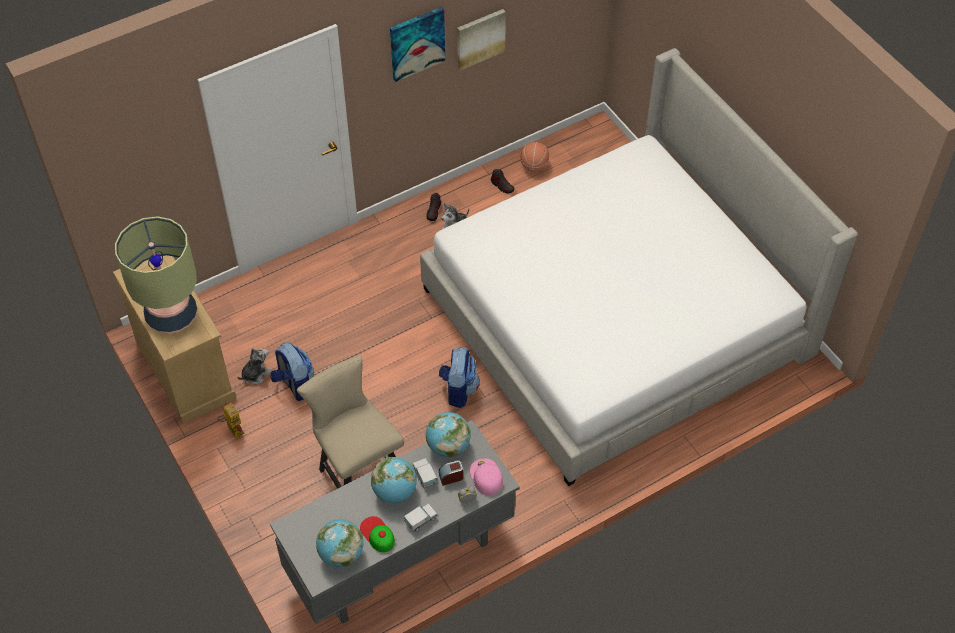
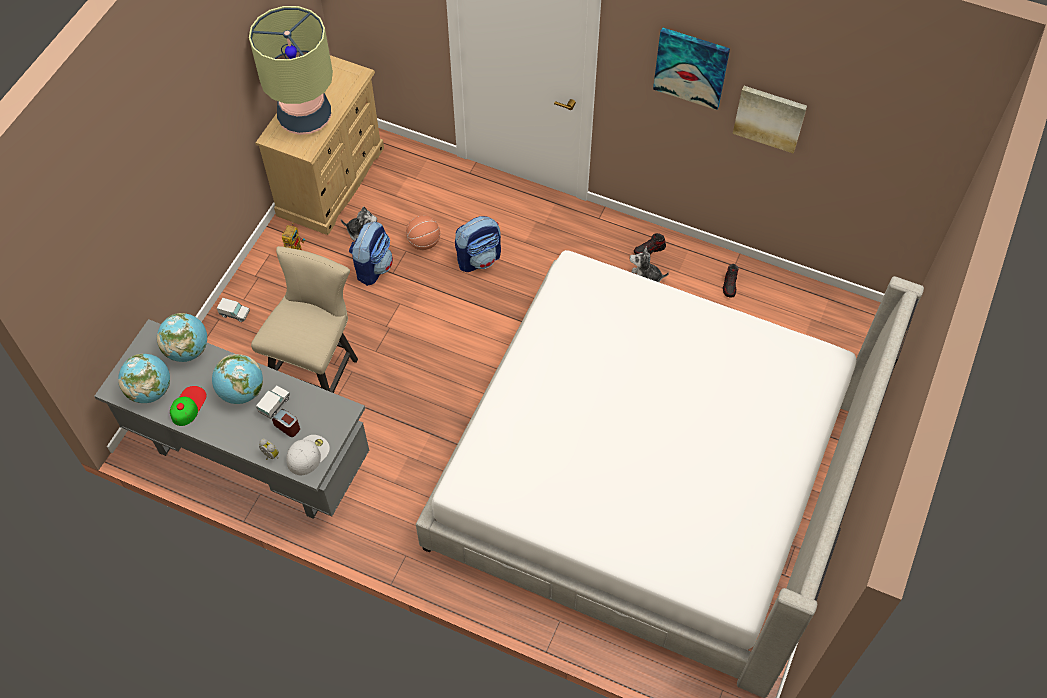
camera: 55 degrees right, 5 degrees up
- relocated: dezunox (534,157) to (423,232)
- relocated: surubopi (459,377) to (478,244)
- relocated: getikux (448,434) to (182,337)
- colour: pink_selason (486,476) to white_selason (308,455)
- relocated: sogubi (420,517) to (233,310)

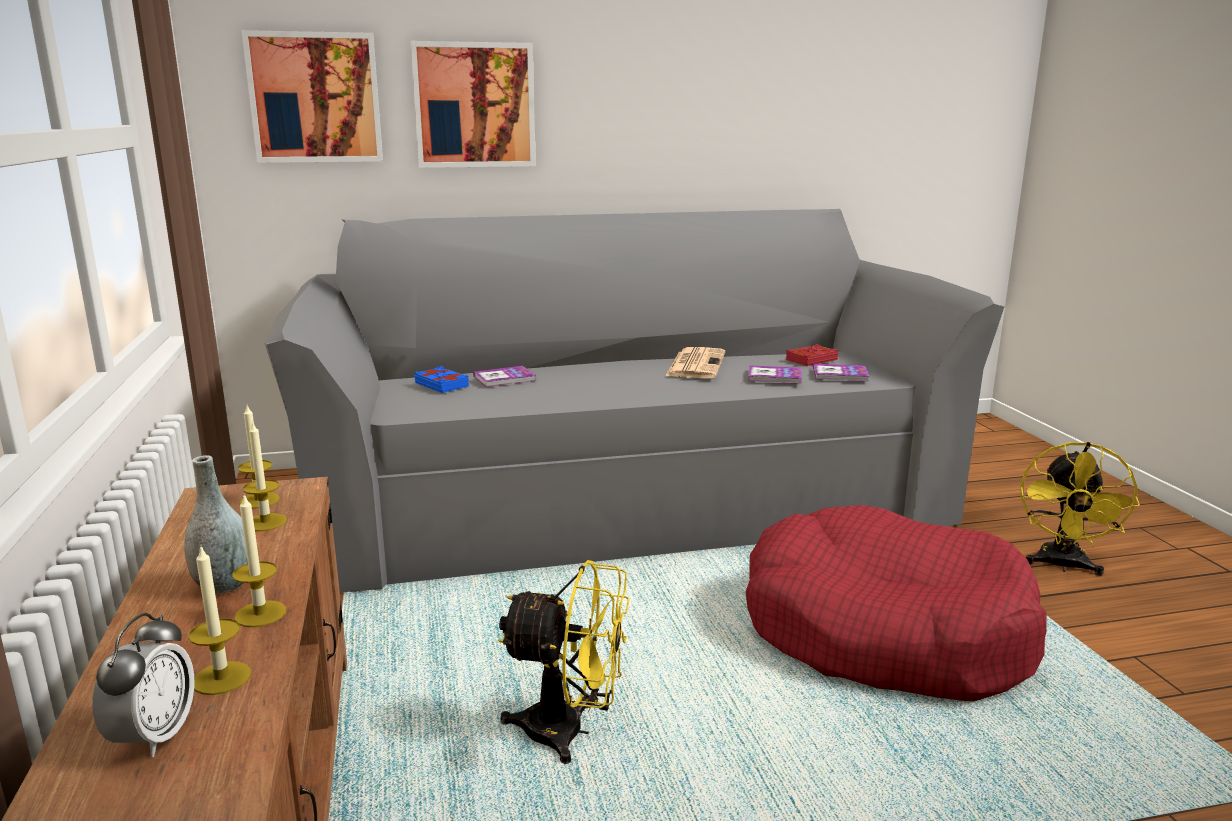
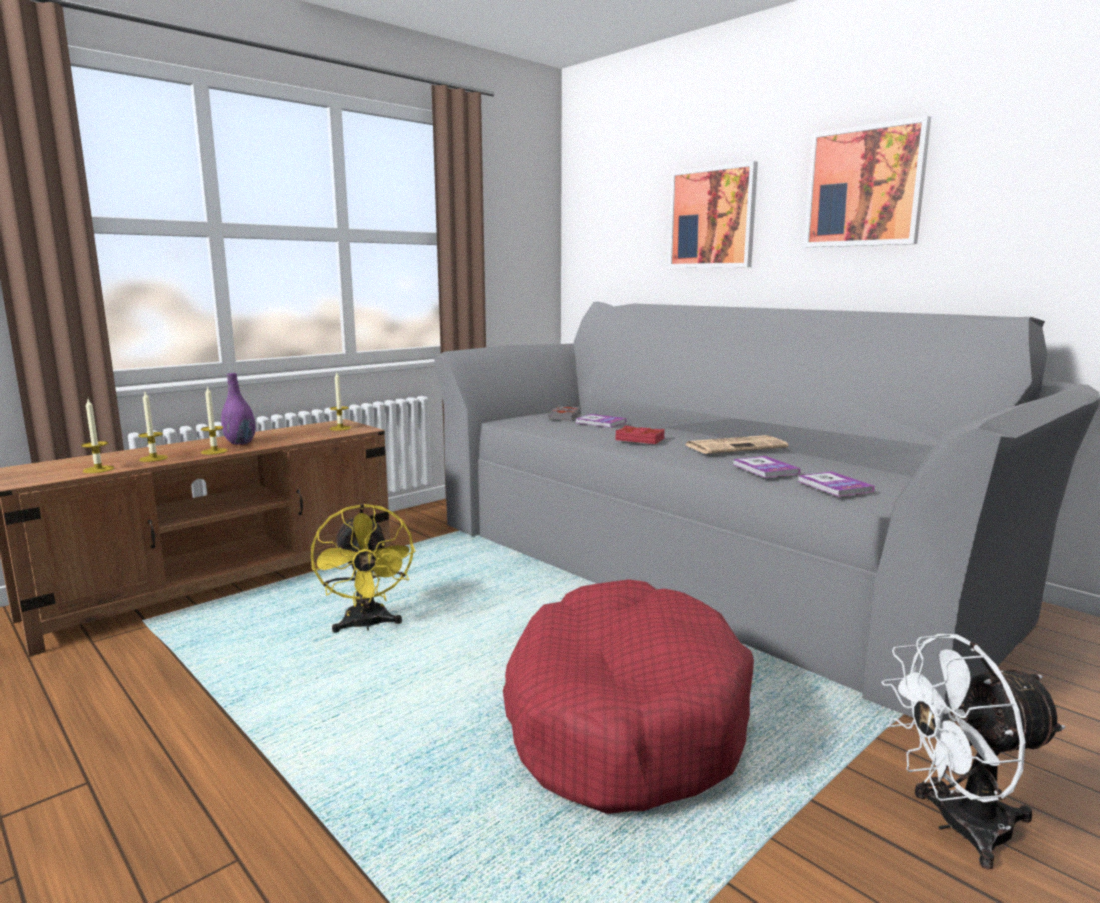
camera: 60 degrees right, 5 degrees down
- relocated: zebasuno (312,96) to (867,181)
- relocated: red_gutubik (812,355) to (640,434)
- colour: blue_gutubik (441,379) to grey_gutubik (565,413)
- relocated: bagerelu (265,476) to (97,436)
- colour: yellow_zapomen (1080,509) to white_zapomen (973,752)
- colour: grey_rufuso (216,524) to purple_rufuso (238,409)
- missing: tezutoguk (143,685)

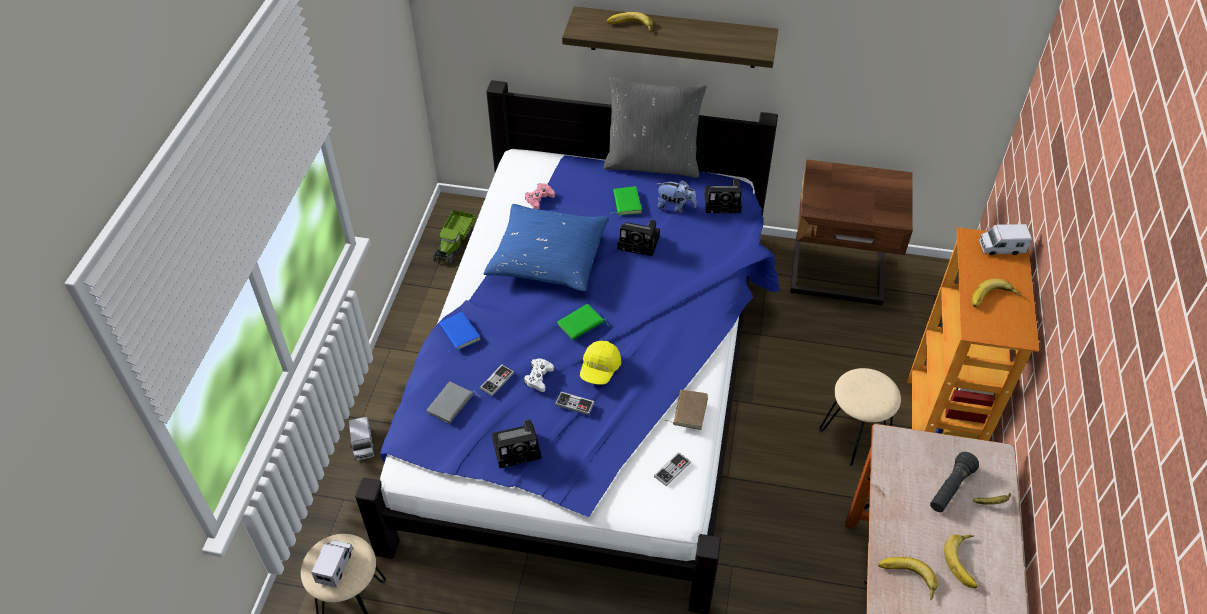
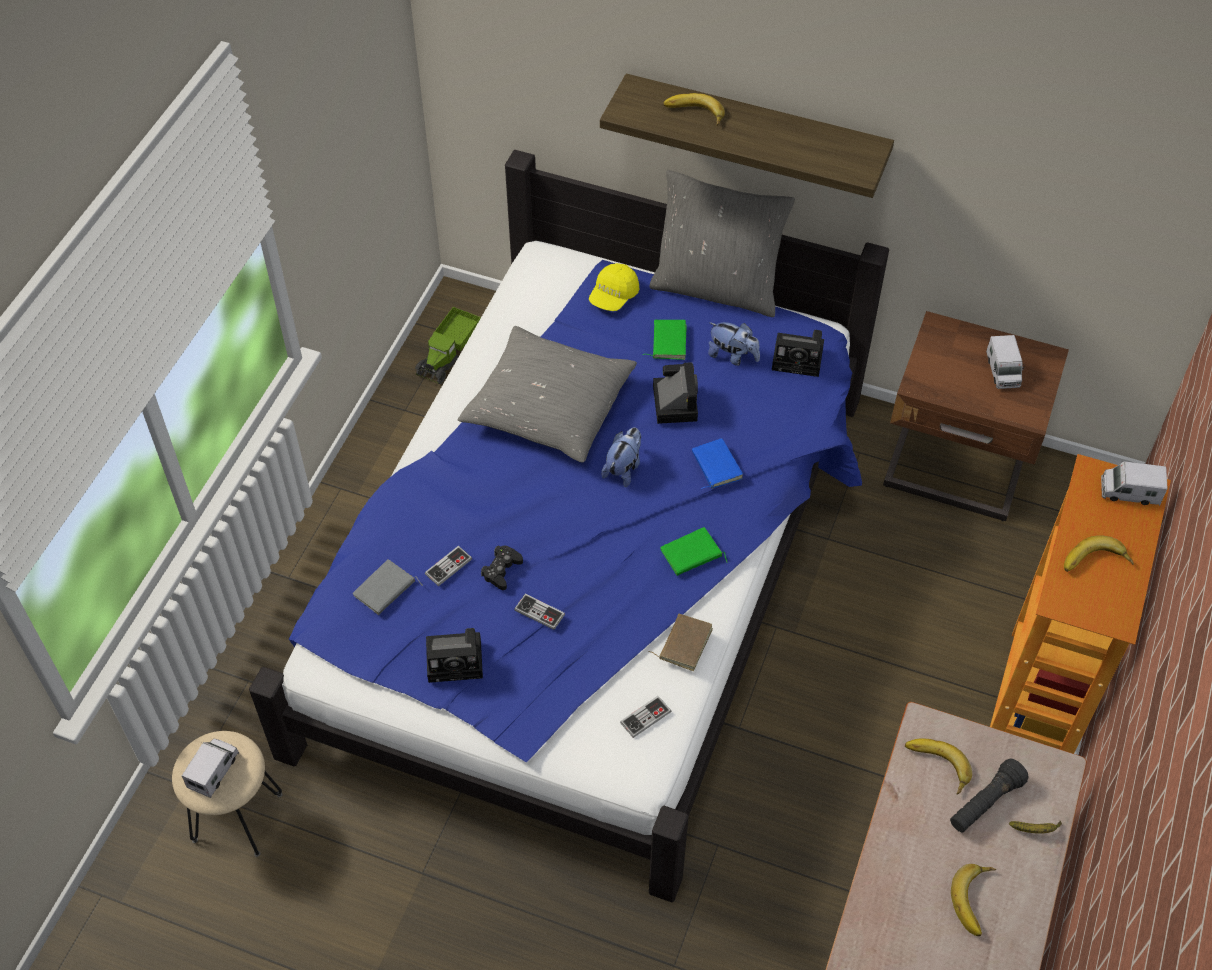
camera: 10 degrees right, 5 degrees up
- missing: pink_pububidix (540,196)
- colour: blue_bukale (546,247) to grey_bukale (547,394)
- spun: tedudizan (638,238) = (675,393) 120 degrees counterclockwise
- relocated: green_gutubik (583,322) to (694,551)
- relocated: blue_gutubik (459,332) to (717,463)
- relocated: yellow_selason (600,363) to (614,287)
- colour: white_pububidix (539,375) to black_pububidix (502,568)
- missing: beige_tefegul (860,417)
- relocated: sogubi (361,439) to (1005,362)
- relocated: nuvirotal (908,578) to (938,766)
- appeared: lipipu (621,457)

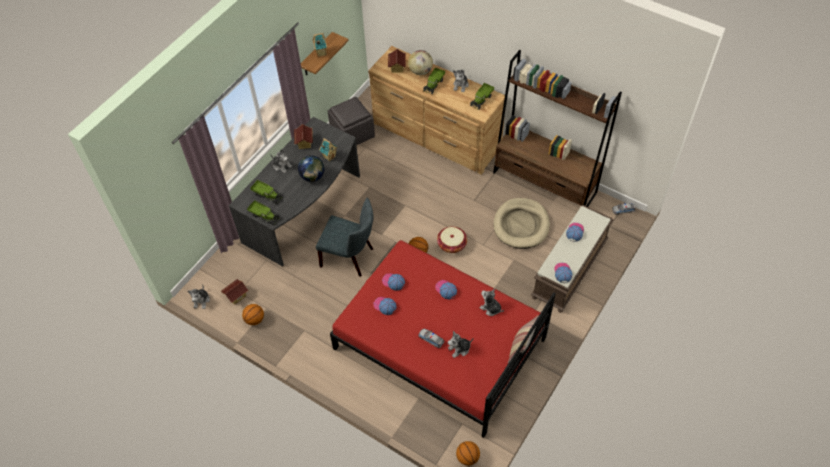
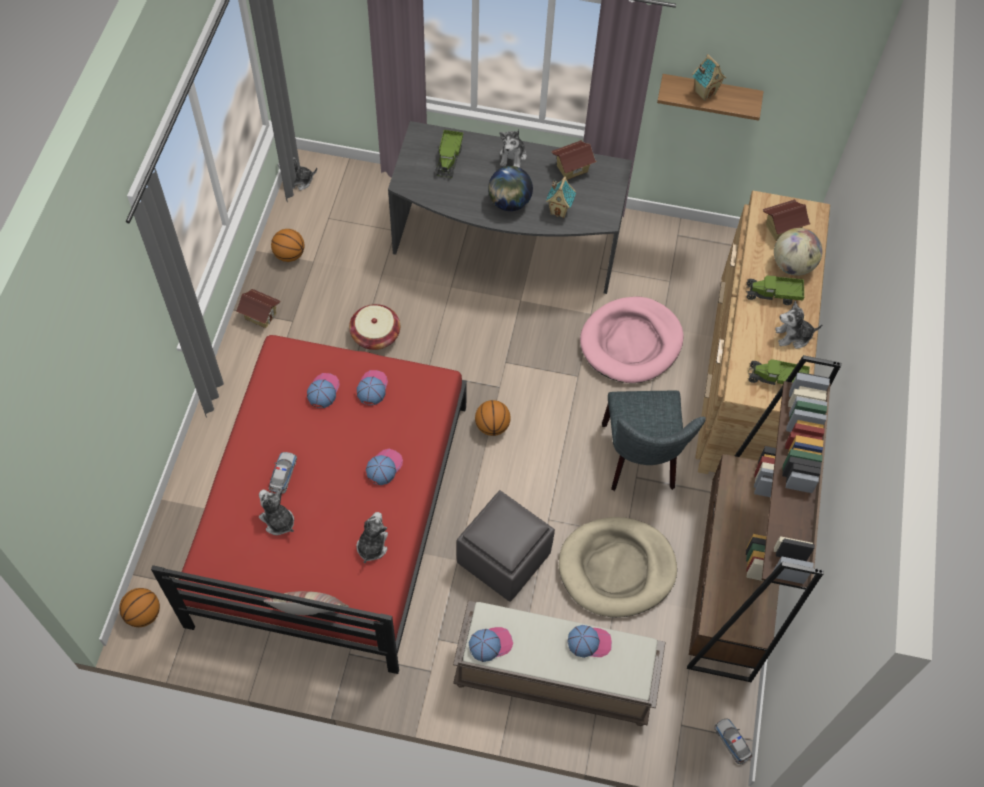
camera: 65 degrees right, 5 degrees up
- relocated: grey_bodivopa (351,121) to (505,546)
- relocated: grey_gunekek (344,237) to (654,441)
- missing: sogubi (263,212)
- relocated: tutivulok (452,239) to (374,327)
- relocated: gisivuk (234,292) to (258,308)
- appeared: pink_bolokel (632,340)

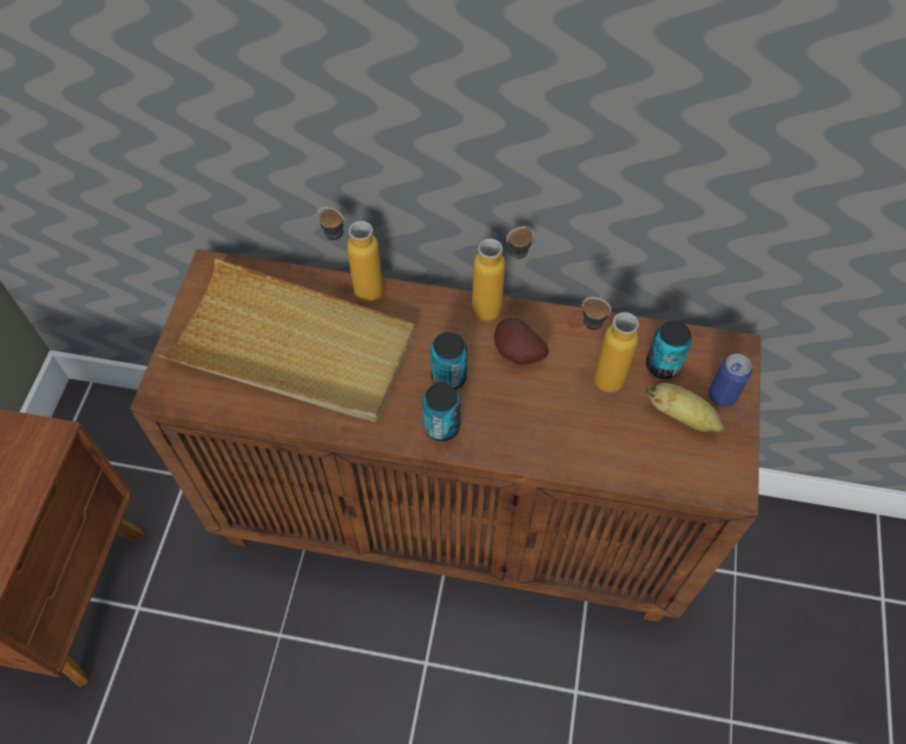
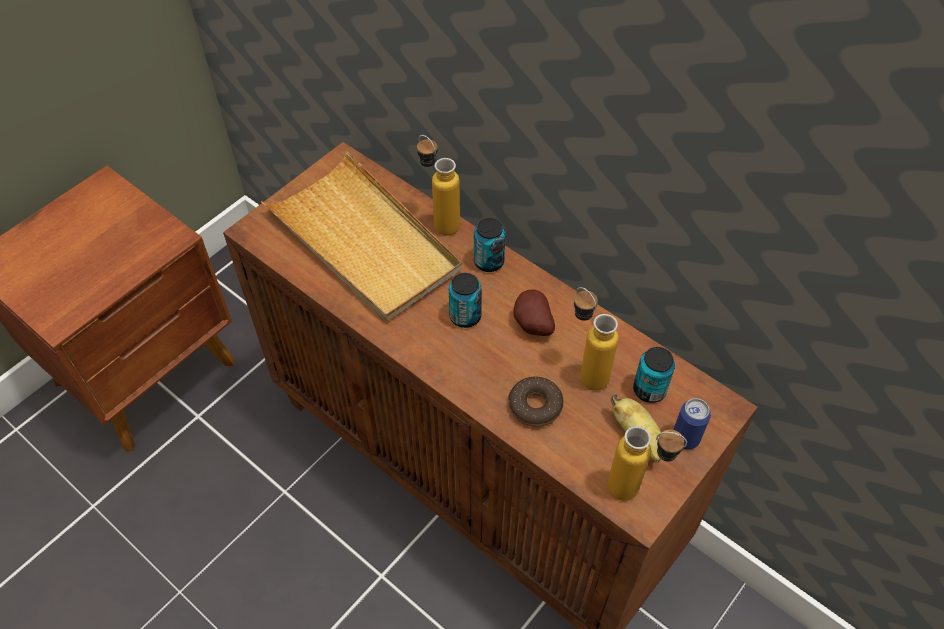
camera: 30 degrees right, 5 degrees down
- relocated: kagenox (503,273) to (647,463)
- relocated: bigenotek (441,412) to (490,245)
- appeared: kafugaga (536,402)

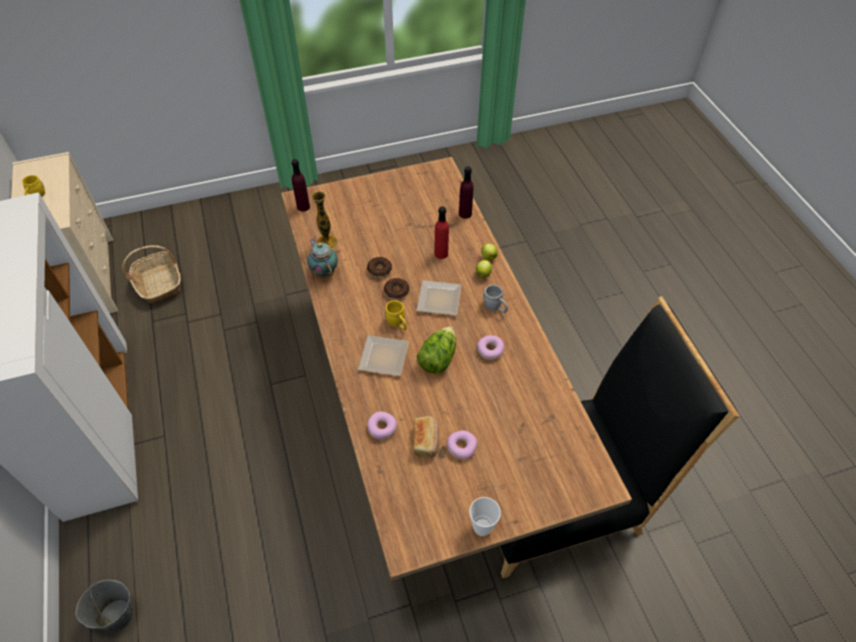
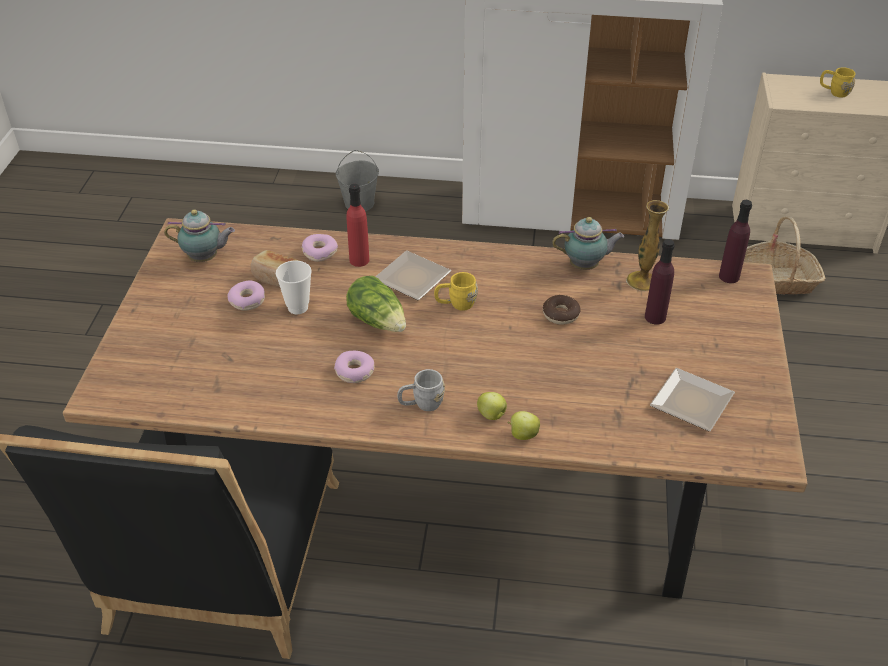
camera: 115 degrees right, 10 degrees down
- relocated: purple_kagenox (466,192) to (660,282)
- relocated: red_kagenox (442,232) to (357,225)
- missing: kafugaga (397,289)
- relocated: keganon (439,298) to (692,399)
- relocated: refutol (485,516) to (294,287)
- appeared: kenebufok (199,235)

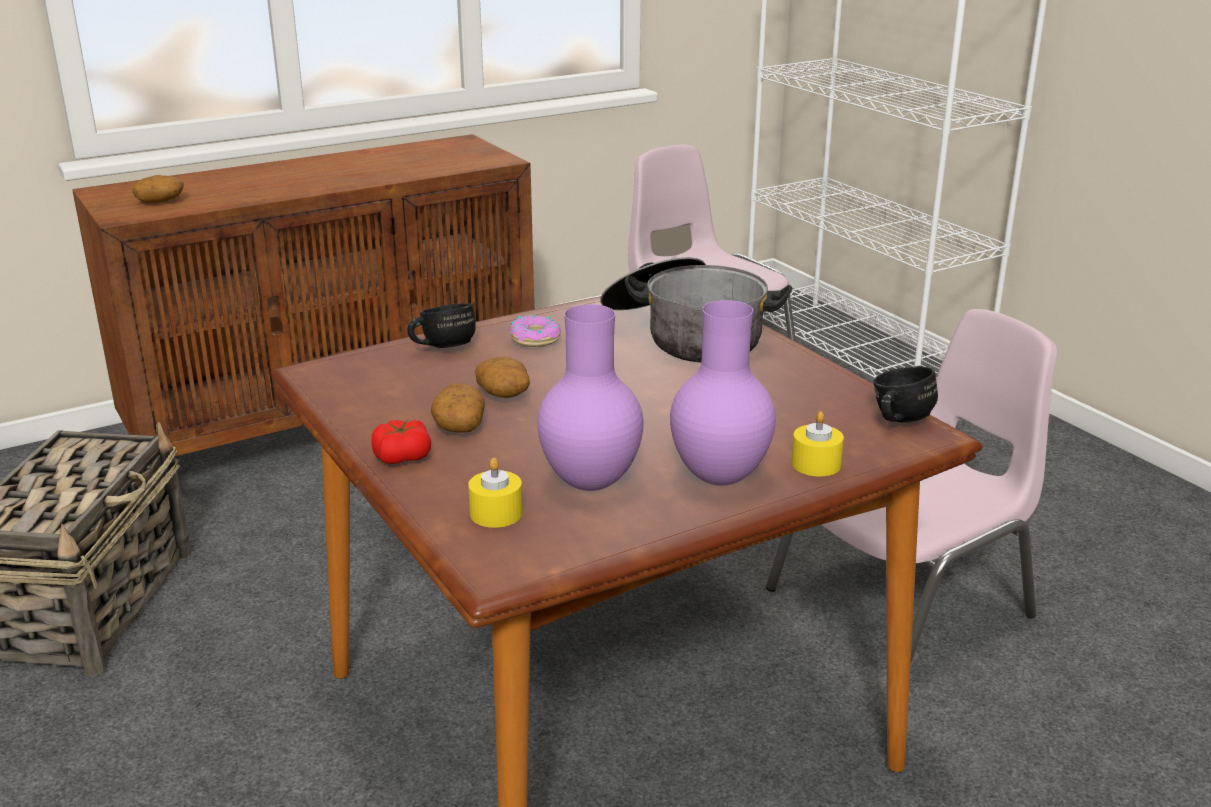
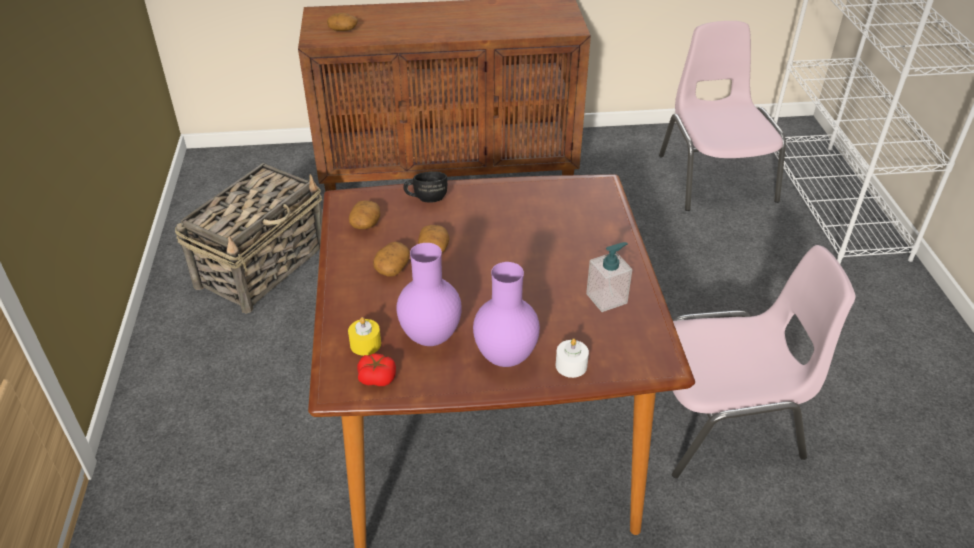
camera: 25 degrees right, 15 degrees up
- missing: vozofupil (696,310)
- missing: kafugaga (535,331)
- missing: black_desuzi (905,394)
- colour: yellow_bagerelu (817,443) to white_bagerelu (572,358)
- relocated: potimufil (401,441) to (376,369)
- appeared: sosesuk (364,214)
- appeared: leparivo (609,277)

